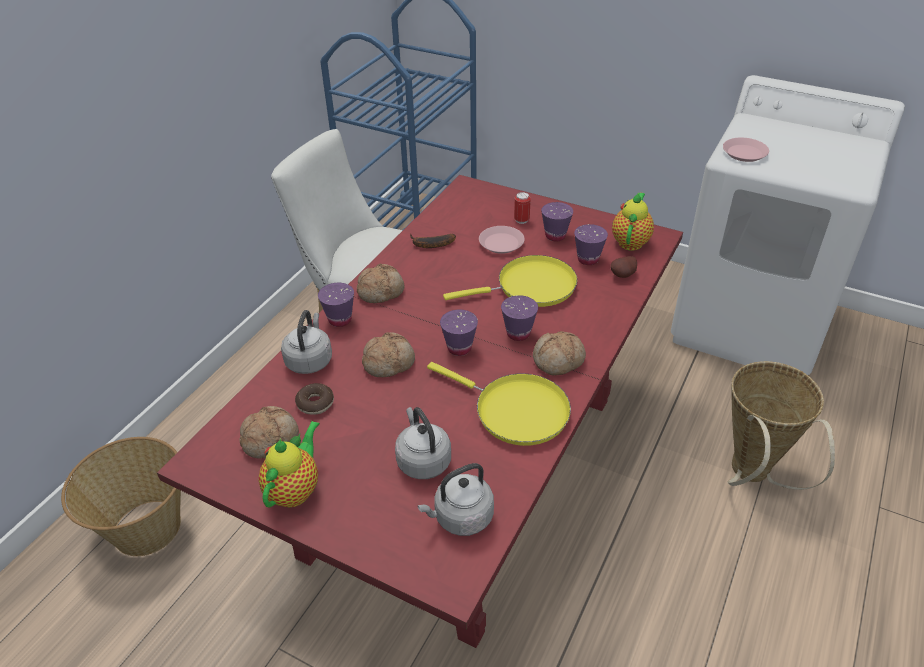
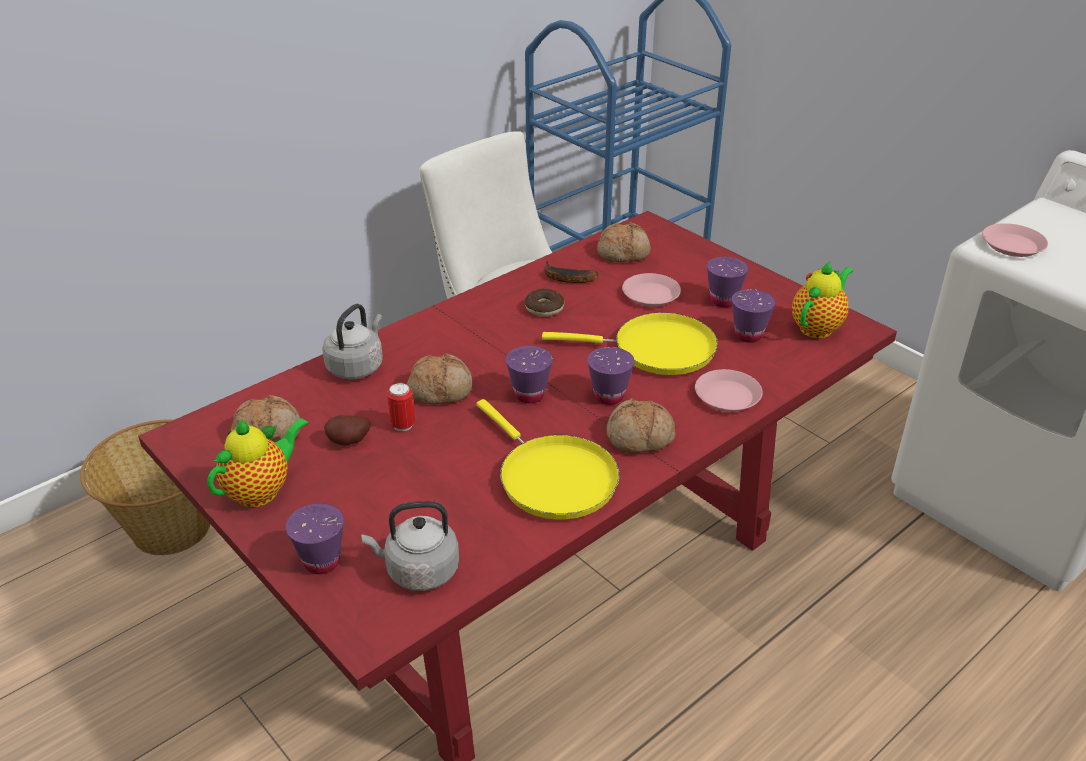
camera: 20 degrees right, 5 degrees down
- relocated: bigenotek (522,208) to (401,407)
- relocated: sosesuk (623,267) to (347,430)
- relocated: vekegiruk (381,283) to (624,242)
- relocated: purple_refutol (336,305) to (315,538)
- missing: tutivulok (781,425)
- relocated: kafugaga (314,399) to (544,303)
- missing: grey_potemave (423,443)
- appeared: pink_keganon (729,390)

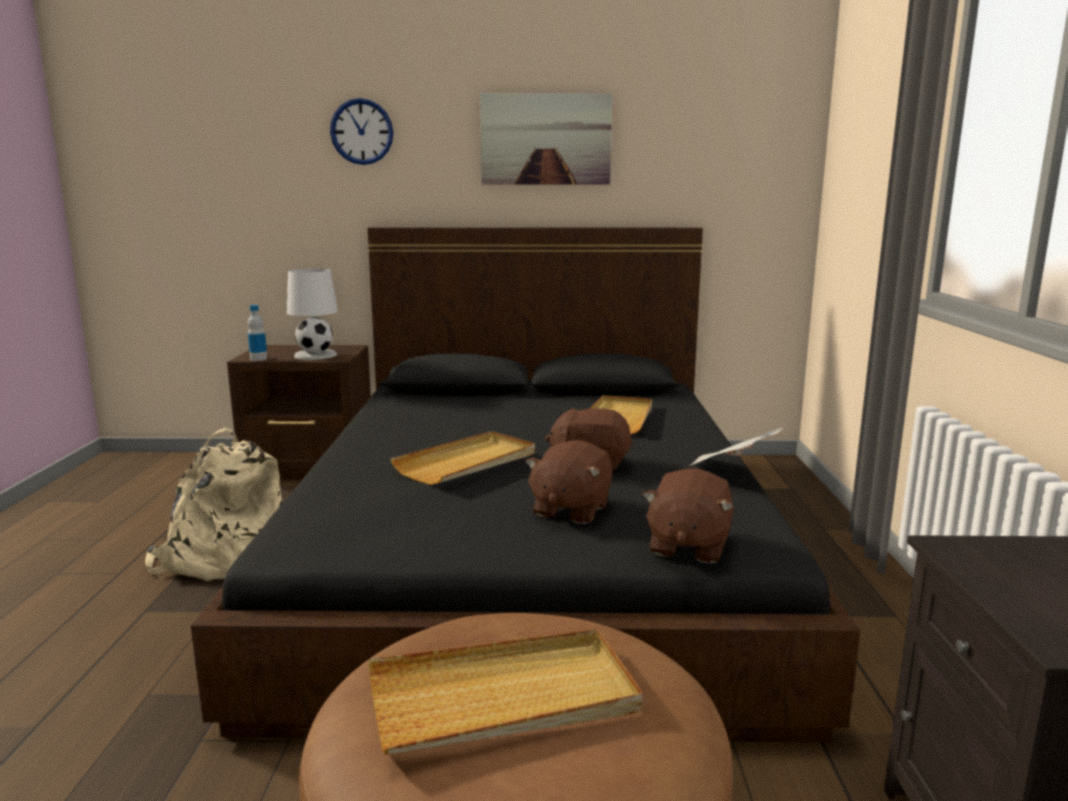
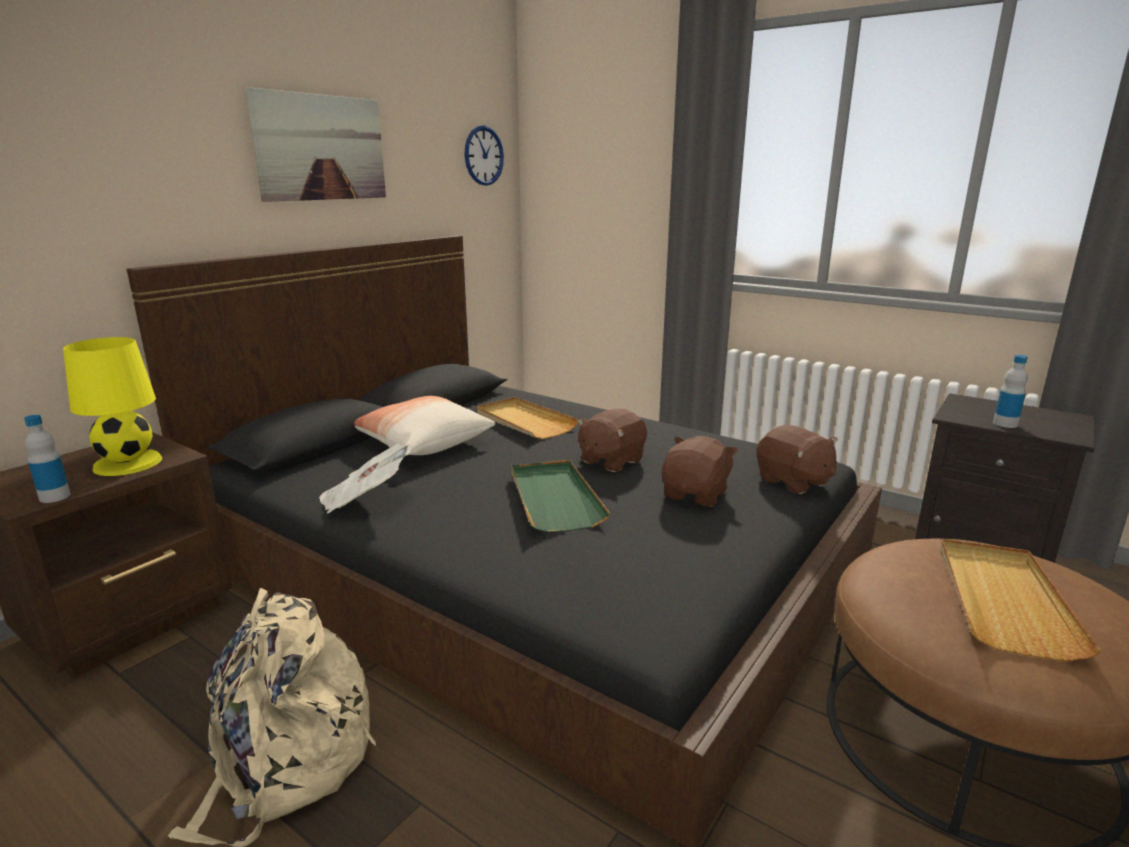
camera: 55 degrees left, 5 degrees up
- relocated: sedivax (361,131) to (484,155)
- colour: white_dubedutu (312,314) to yellow_dubedutu (112,406)
- relocated: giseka (736,447) to (365,478)
- colour: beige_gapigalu (462,458) to green_gapigalu (560,496)
- spun: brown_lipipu (569,482) = (699,471) 120 degrees counterclockwise
- appeared: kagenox (1010,391)
- appeared: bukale (424,425)

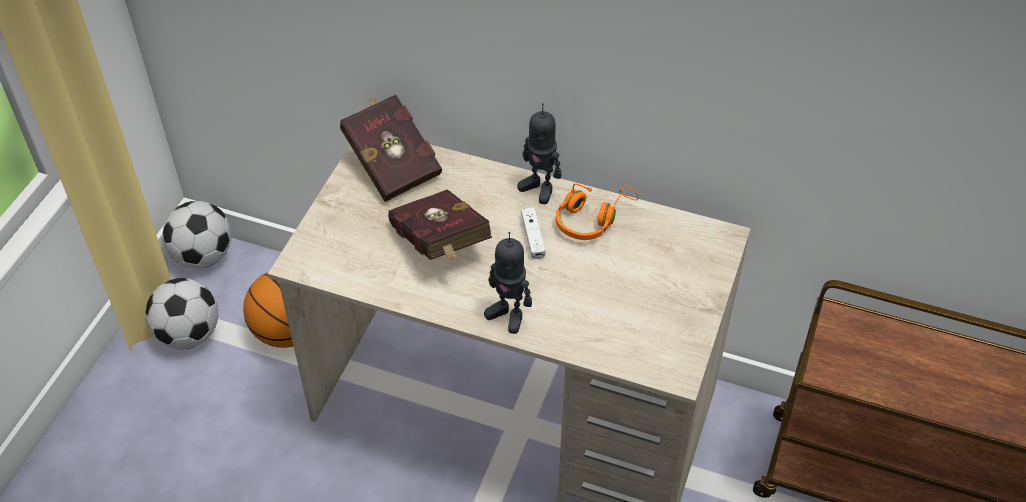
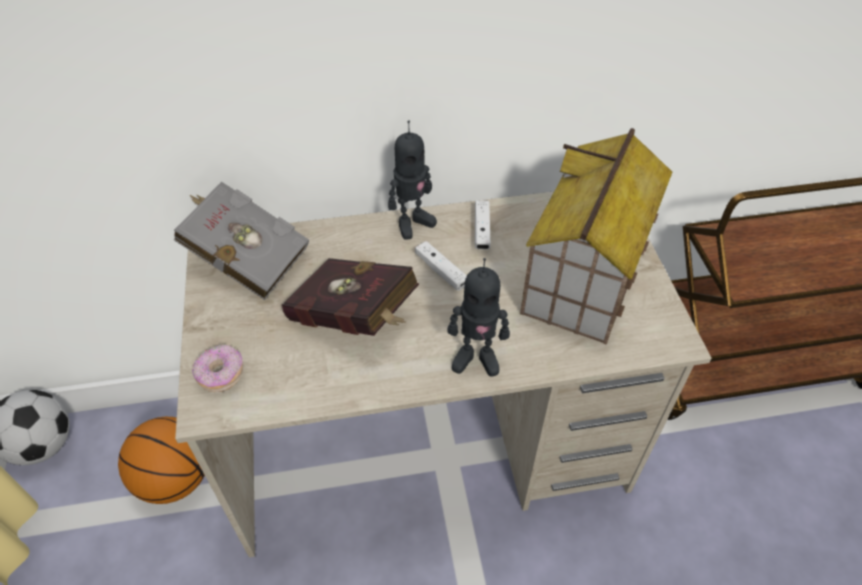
camera: 30 degrees left, 0 degrees up
- colour: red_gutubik (391,148) to grey_gutubik (241,240)
- spun: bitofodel (539,153) = (412,180) 45 degrees counterclockwise
- exchanged: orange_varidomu (597,211) to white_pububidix (482,225)
- missing: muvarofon (181,313)
- appeared: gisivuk (596,236)
- appeared: kafugaga (217,368)

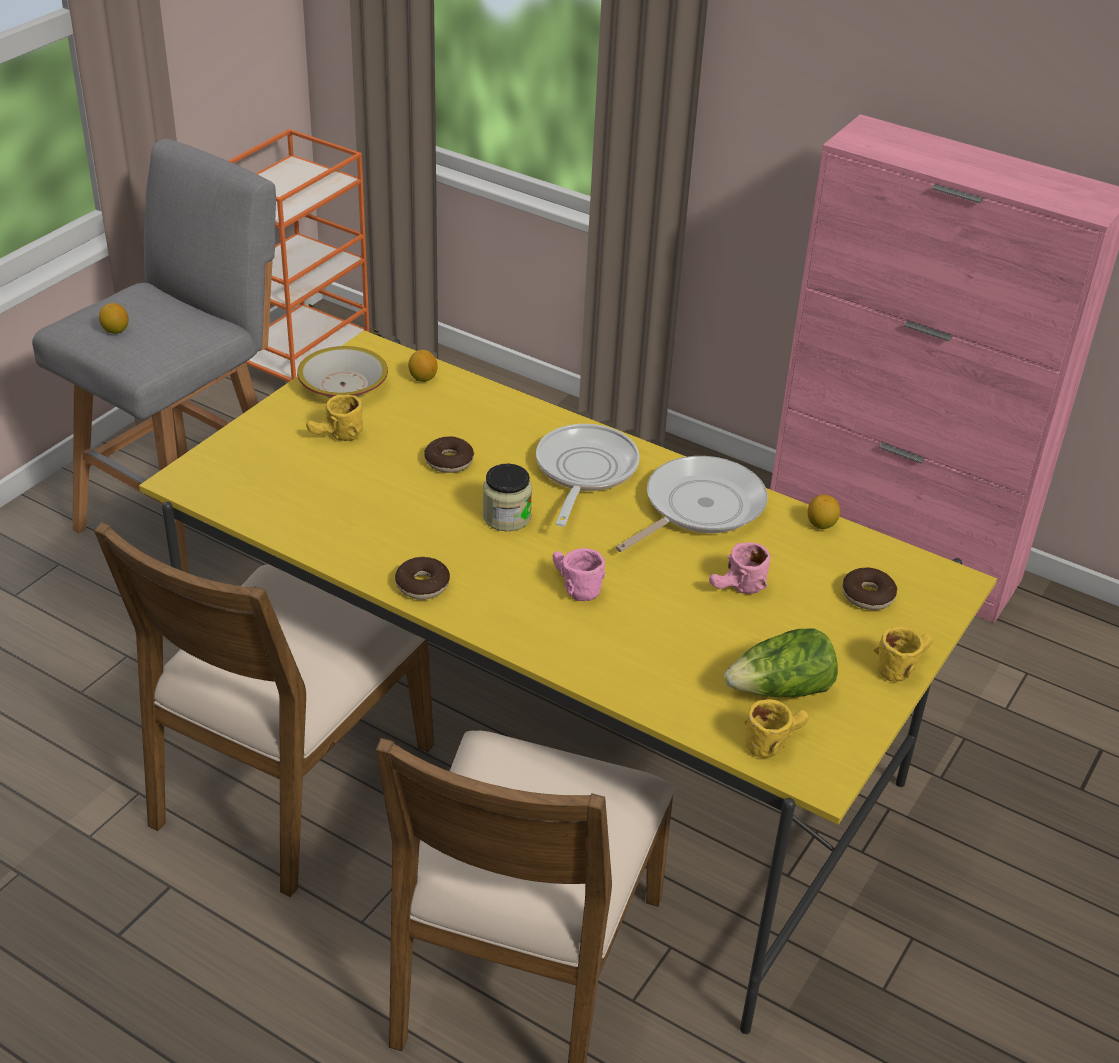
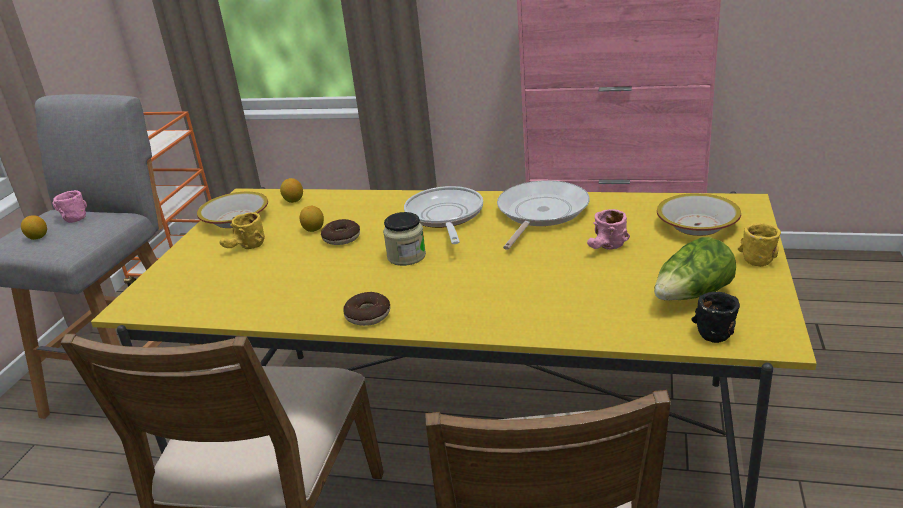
camera: 15 degrees left, 10 degrees down
- relocated: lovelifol (824,512) to (312,219)
- relocated: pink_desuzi (579,574) to (69,206)
- exchanged: kafugaga (869,589) to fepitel (699,214)
- colour: yellow_desuzi (776,728) to black_desuzi (715,317)

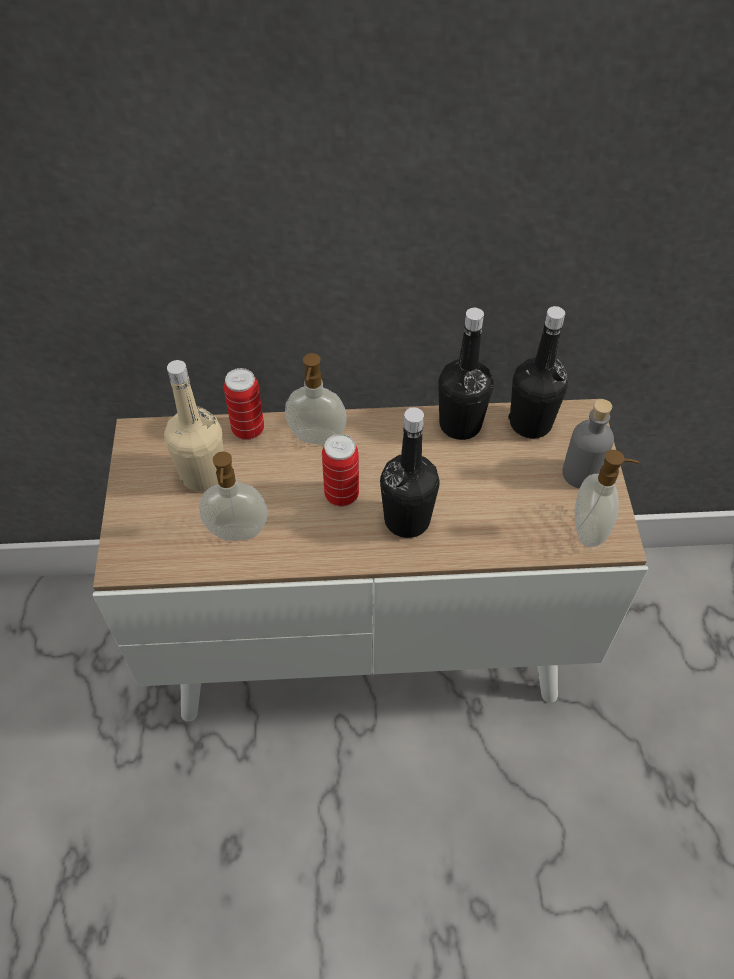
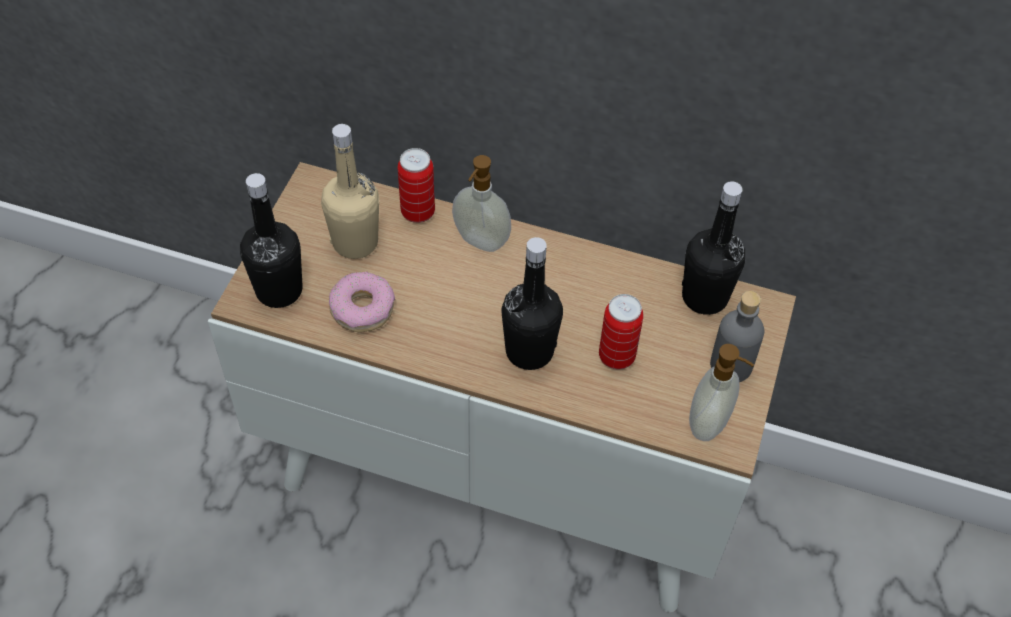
camera: 20 degrees right, 0 degrees up
- relocated: black_kagenox (465,374) to (271,240)
- relocated: bigenotek (340,470) to (621,332)
- exchanged: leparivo (233,496) to kafugaga (362,302)

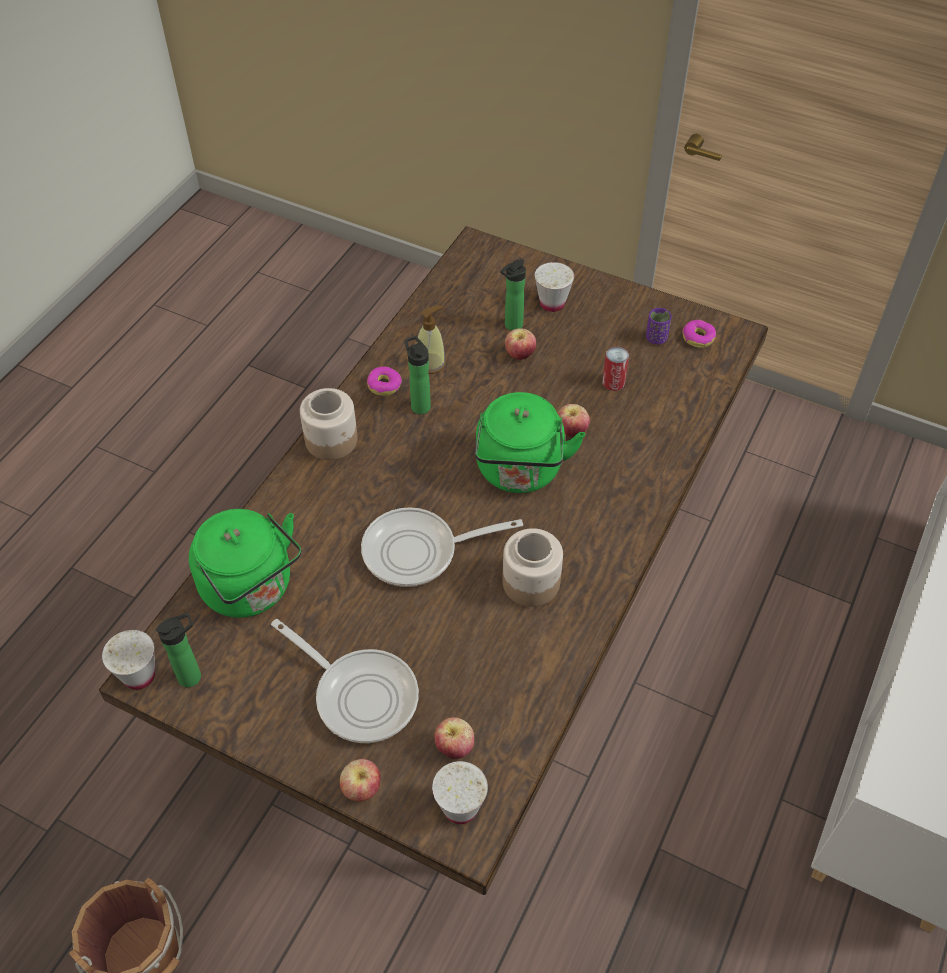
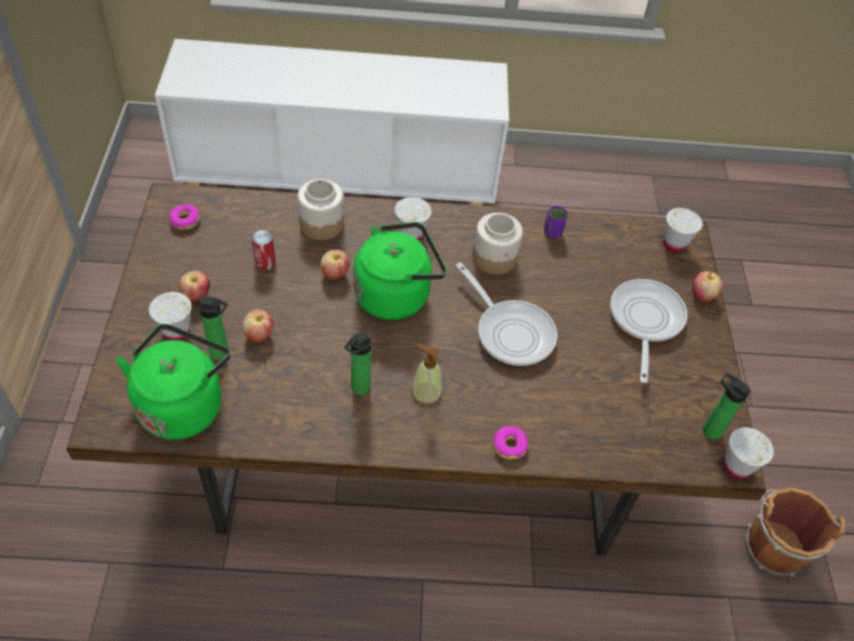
camera: 120 degrees left, 0 degrees up
- relocated: leparivo (431,339) to (426,375)
- relocated: purple_refutol (659,326) to (556,222)
- relocated: kafugaga (384,381) to (510,442)
- relocated: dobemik (329,424) to (320,209)
- relocated: green_potemave (245,563) to (173,382)
- relocated: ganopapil (454,738) to (194,286)
- appeared: white_refutol (413,218)

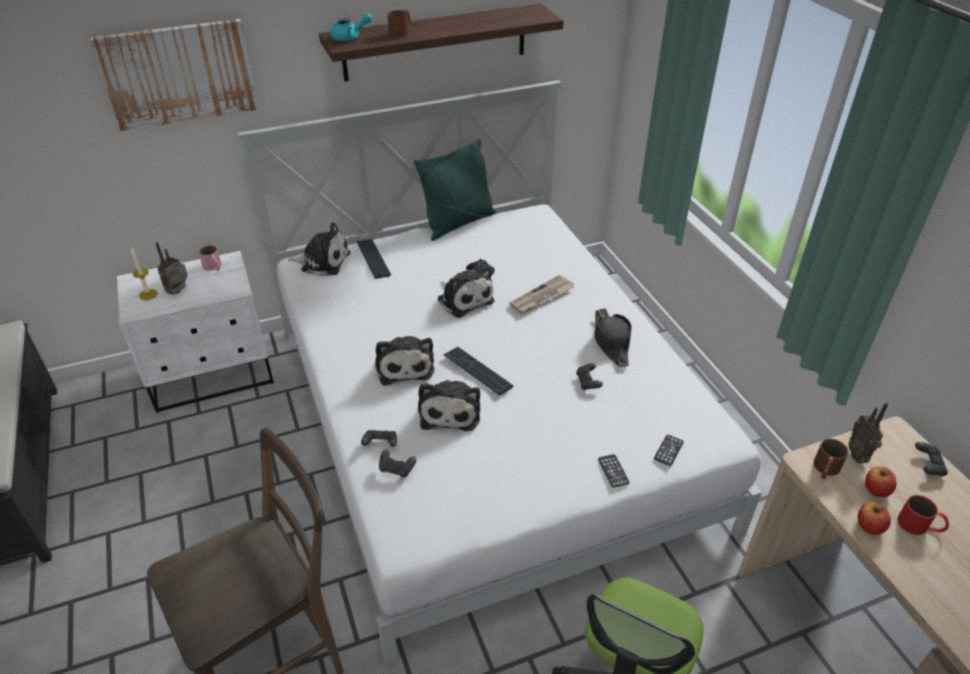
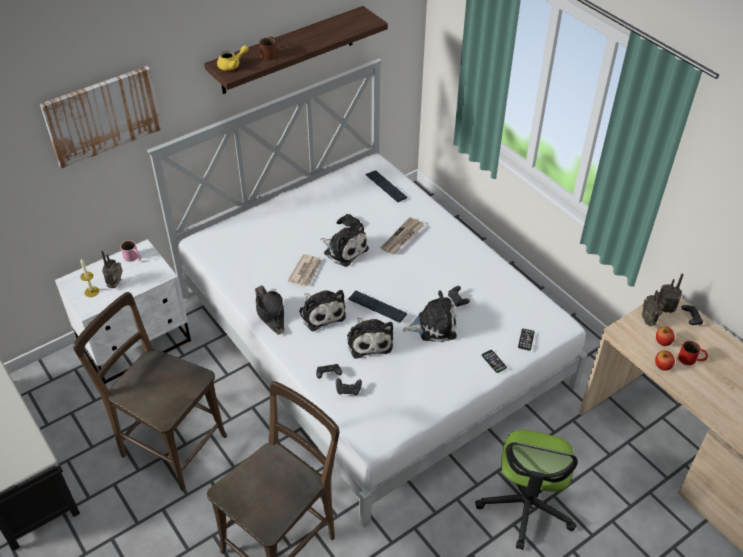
camera: 15 degrees left, 5 degrees up
- colour: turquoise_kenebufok (351,27) to yellow_kenebufok (232,58)
- missing: green_bukale (455,190)
- relocated: lipipu (319,249) to (430,316)
- relocated: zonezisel (373,259) to (386,186)
- relocated: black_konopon (613,338) to (270,310)
- missing: brown_desuzi (831,459)
- appeared: giseka (305,270)
- appeared: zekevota (670,293)
- appeared: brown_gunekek (150,391)

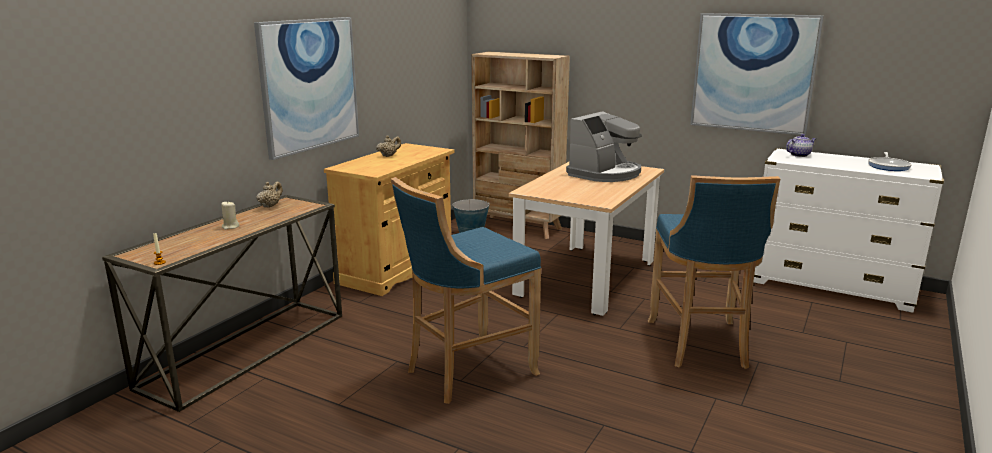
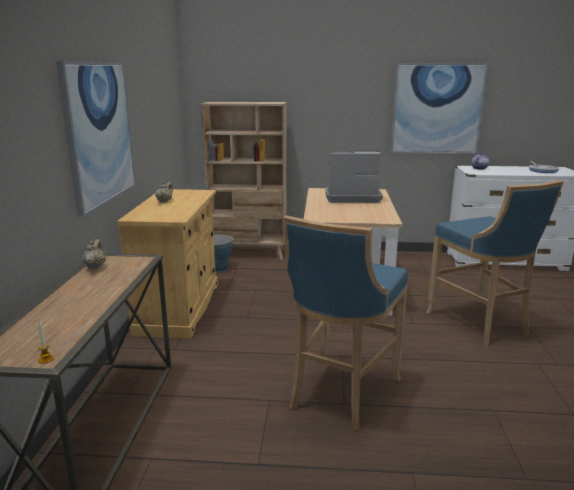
camera: 25 degrees left, 0 degrees up
- spun: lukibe (604,146) = (354,177) 105 degrees counterclockwise
- missing: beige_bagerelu (230,215)

